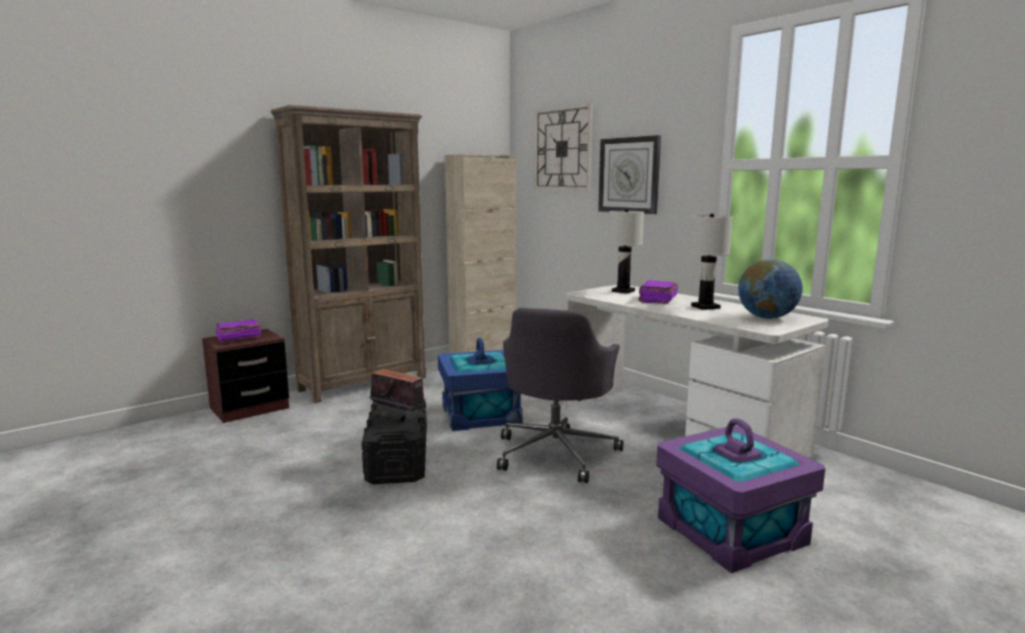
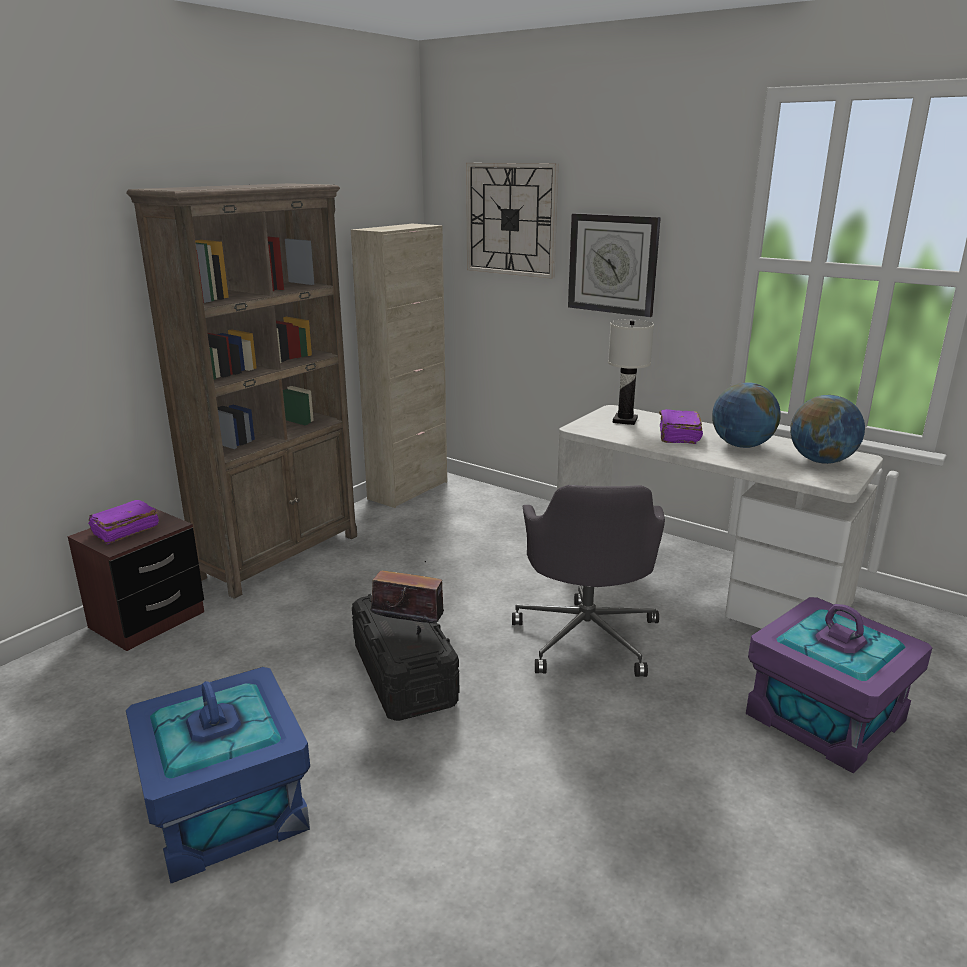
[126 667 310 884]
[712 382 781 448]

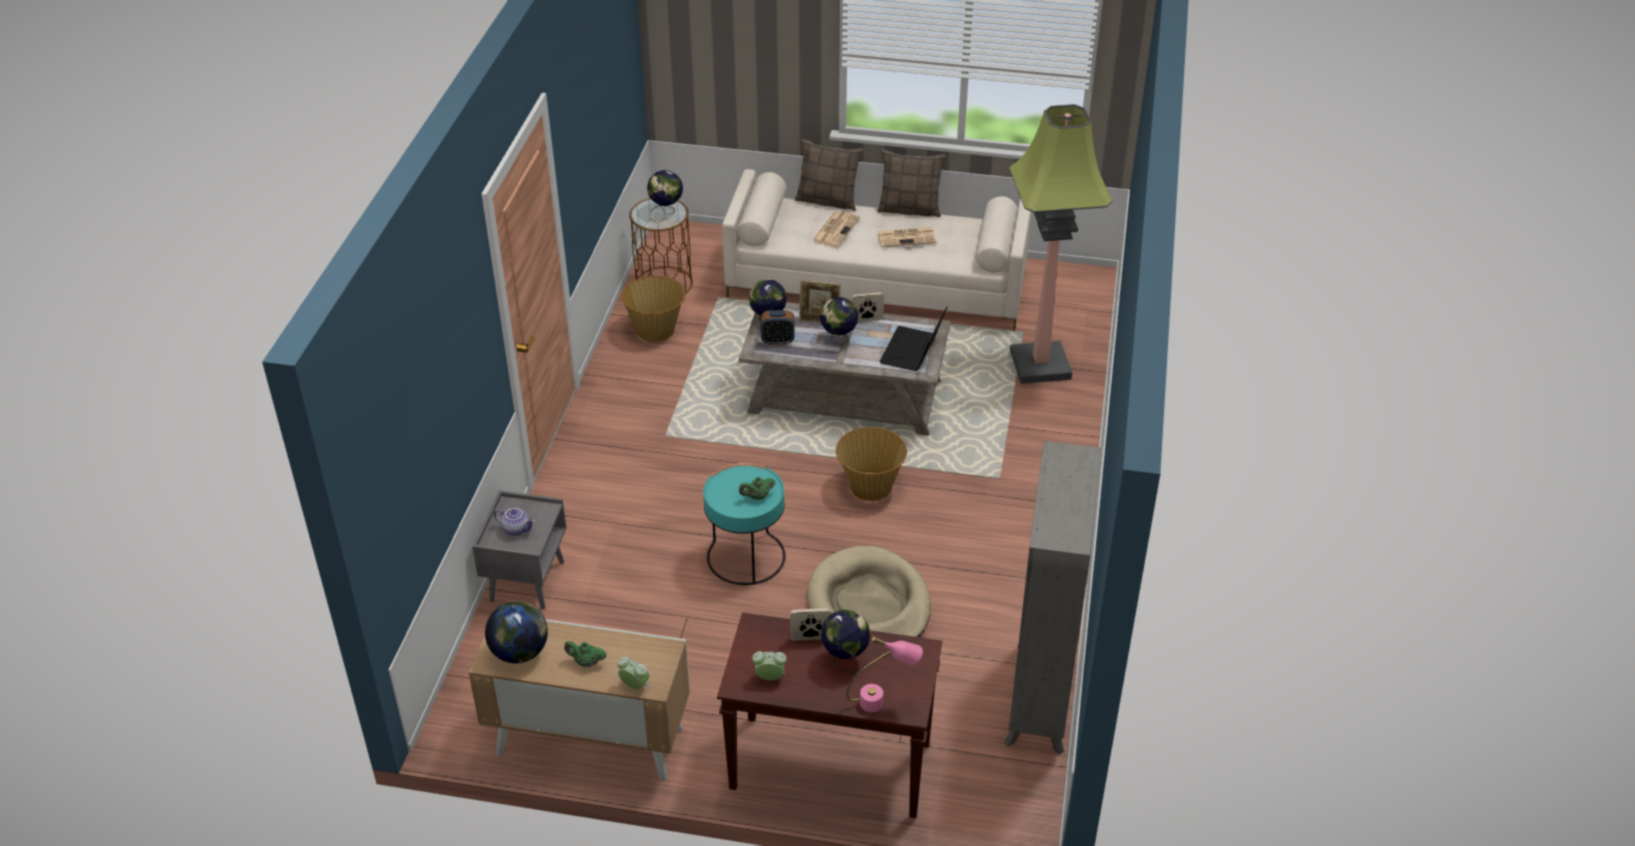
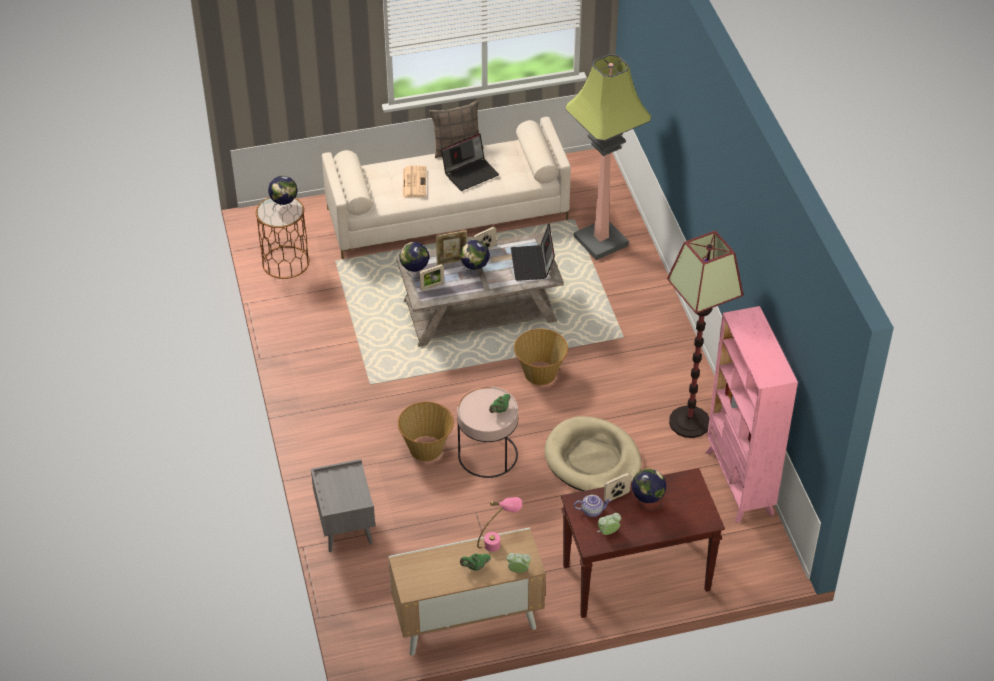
[485 601 548 663] (first image)
[795 139 863 211] (first image)
[667 231 744 438]
[574 495 611 517]
[398 402 454 461]
[477 497 522 552]
[419 264 444 291]
[441 134 499 191]
[457 386 518 478]
[705 306 798 523]

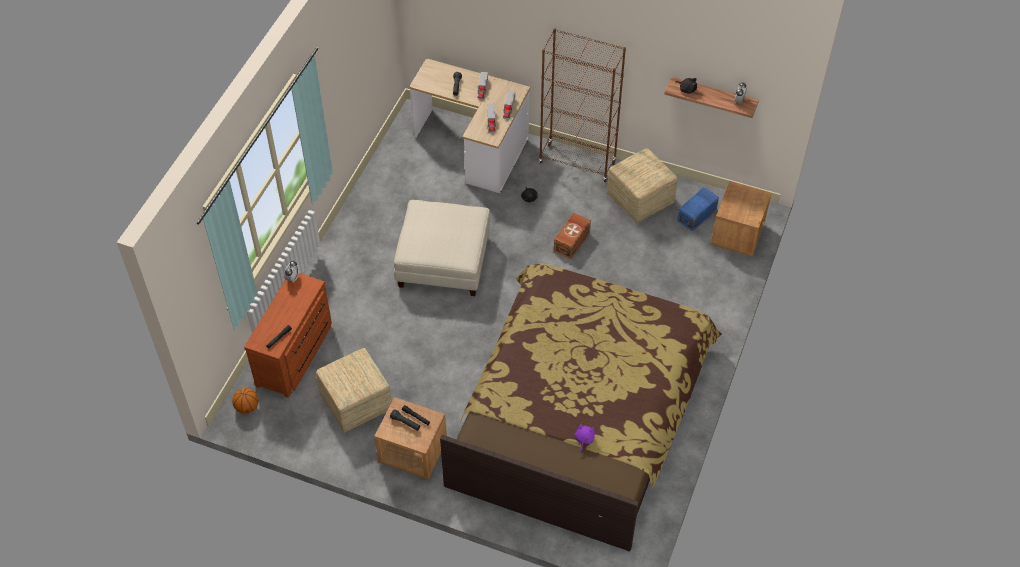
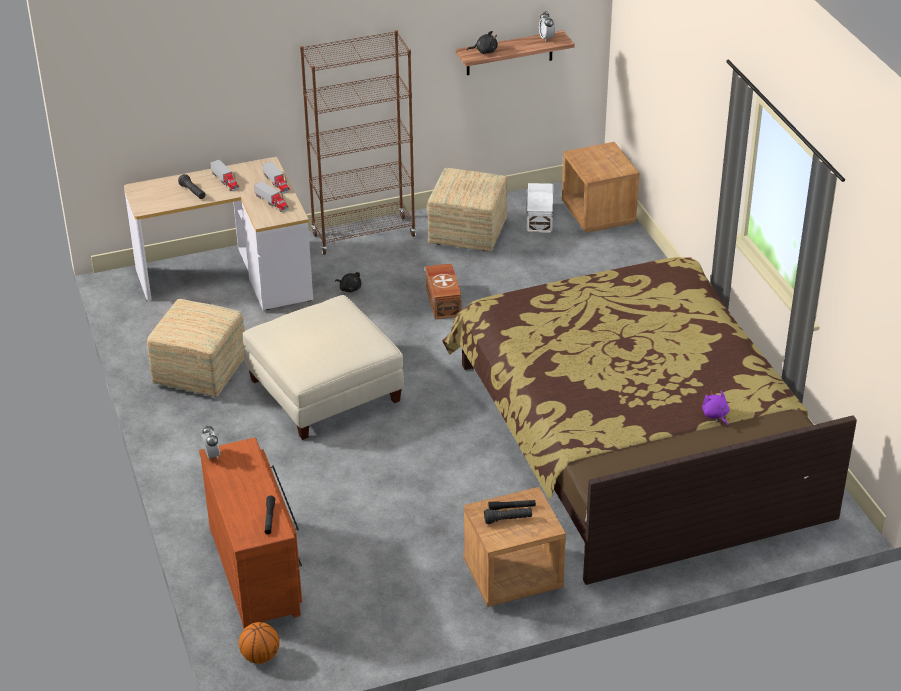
[147 299 245 397]
[527 183 553 233]

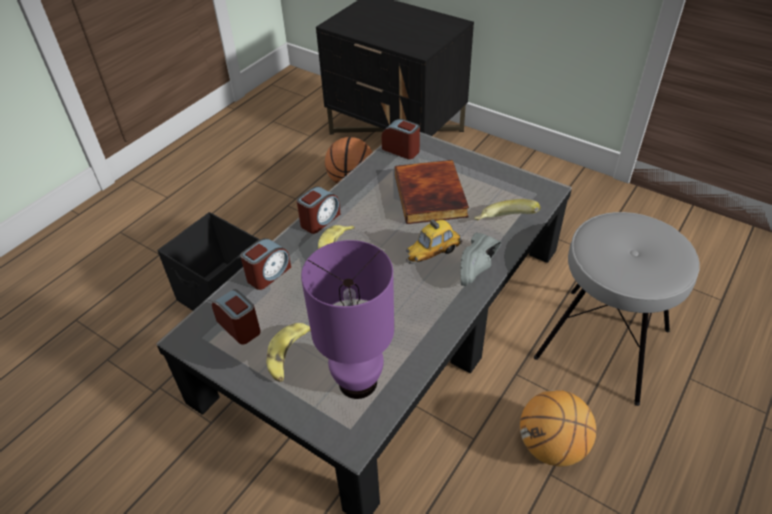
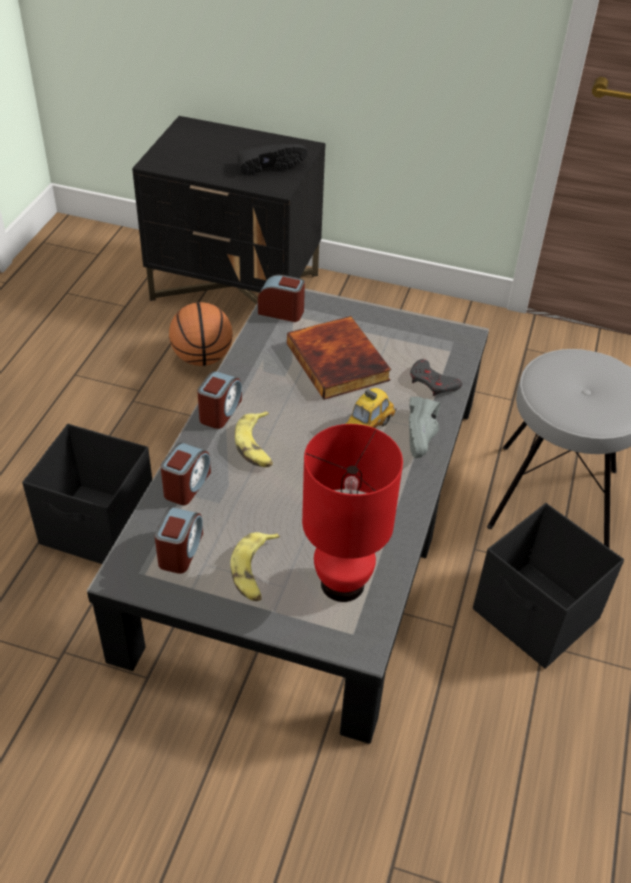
[237 144 308 175]
[410 359 462 396]
[473 503 624 669]
[302 424 403 602]
[154 507 203 574]

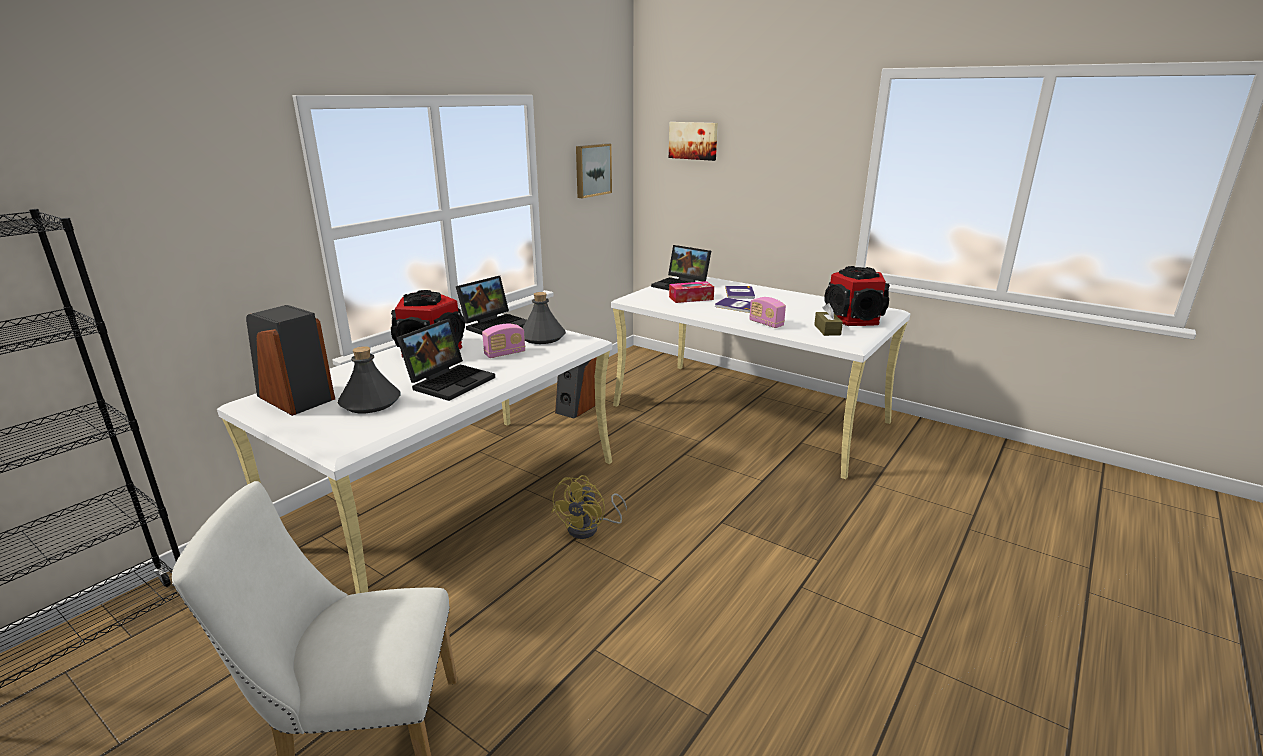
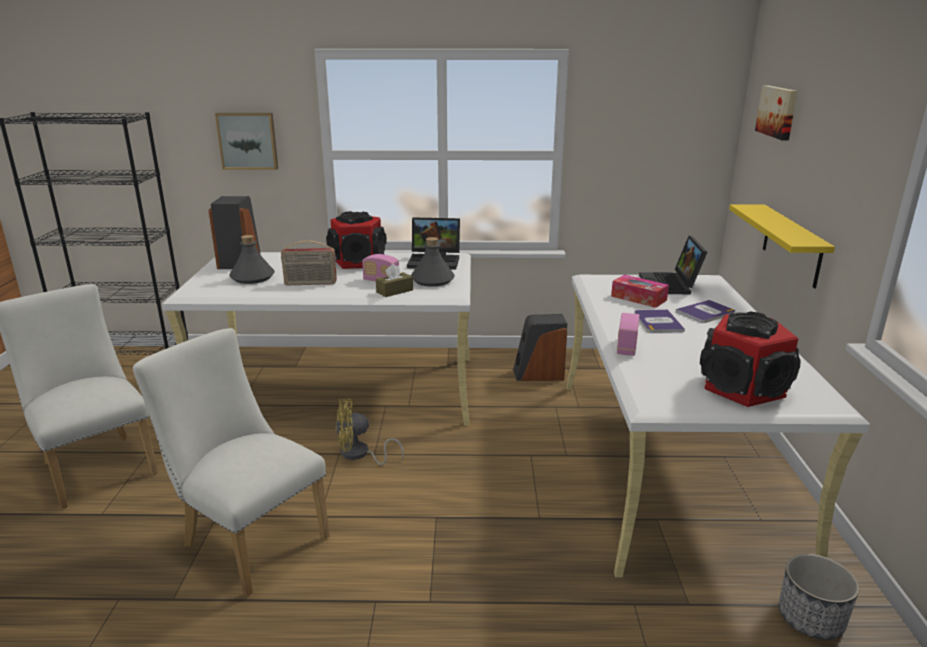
[133 328 330 597]
[729 205 835 288]
[779 554 859 640]
[215 113 278 170]
[376 264 413 297]
[281 241 337 285]

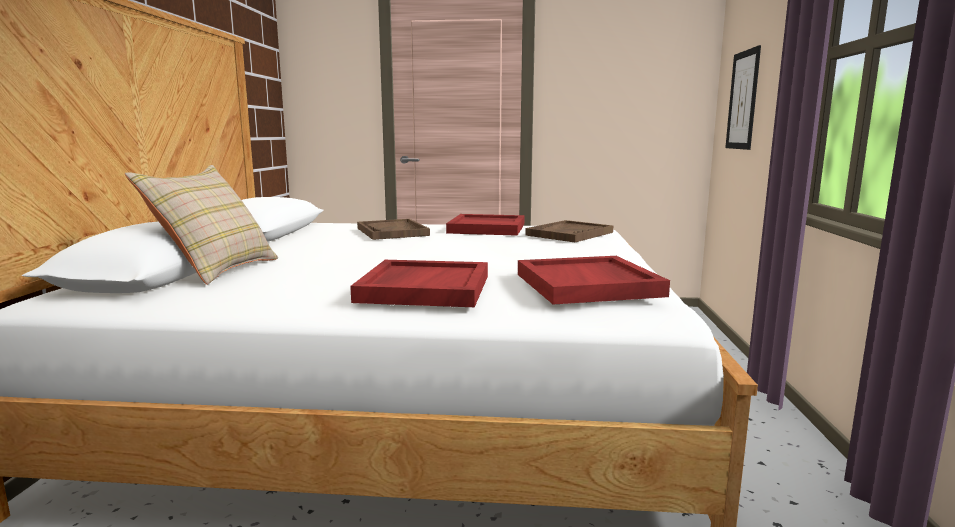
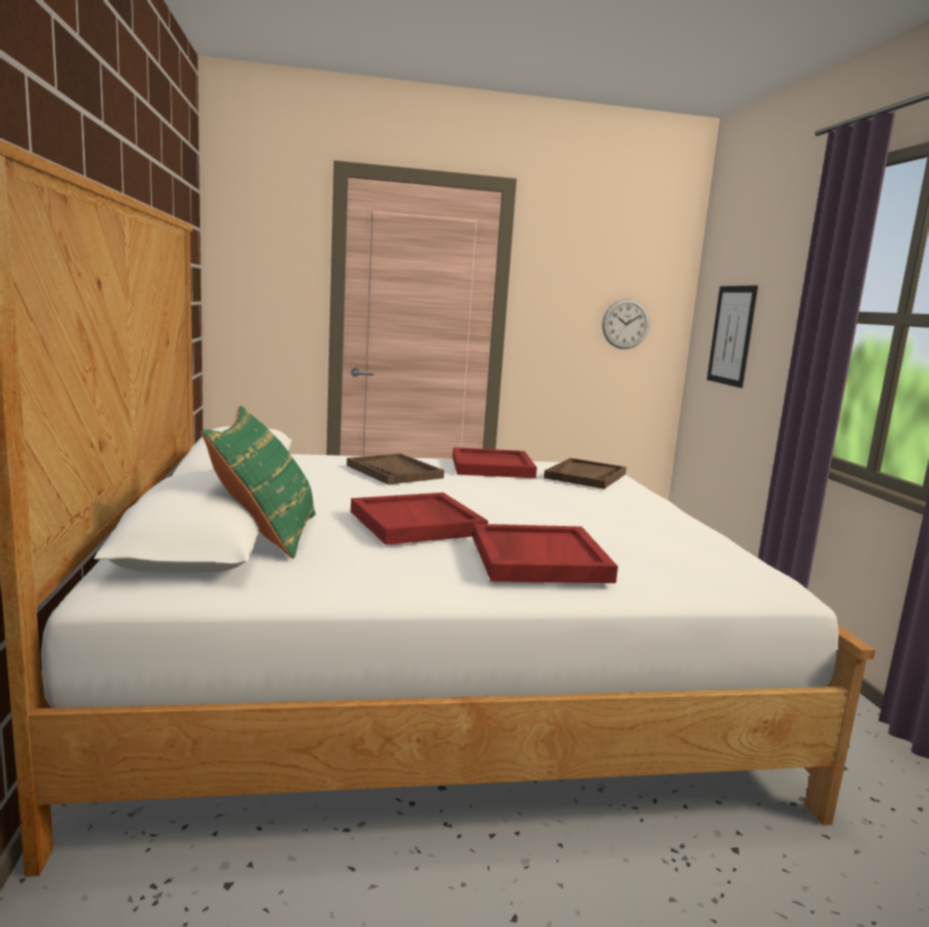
[602 299 649 349]
[351 492 488 545]
[201 406 316 559]

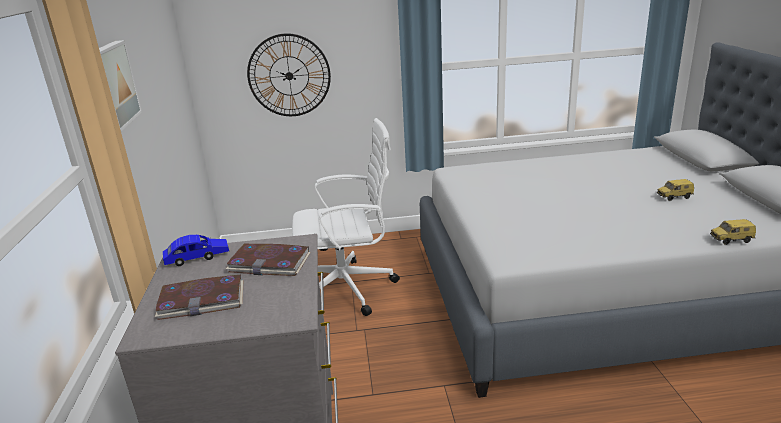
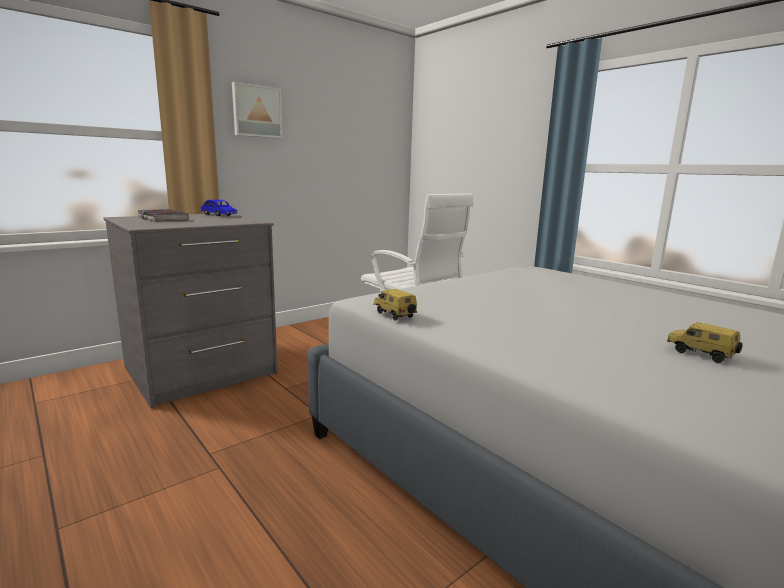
[226 244 311 276] (first image)
[247 33 331 116] (first image)
[373 289 417 321]

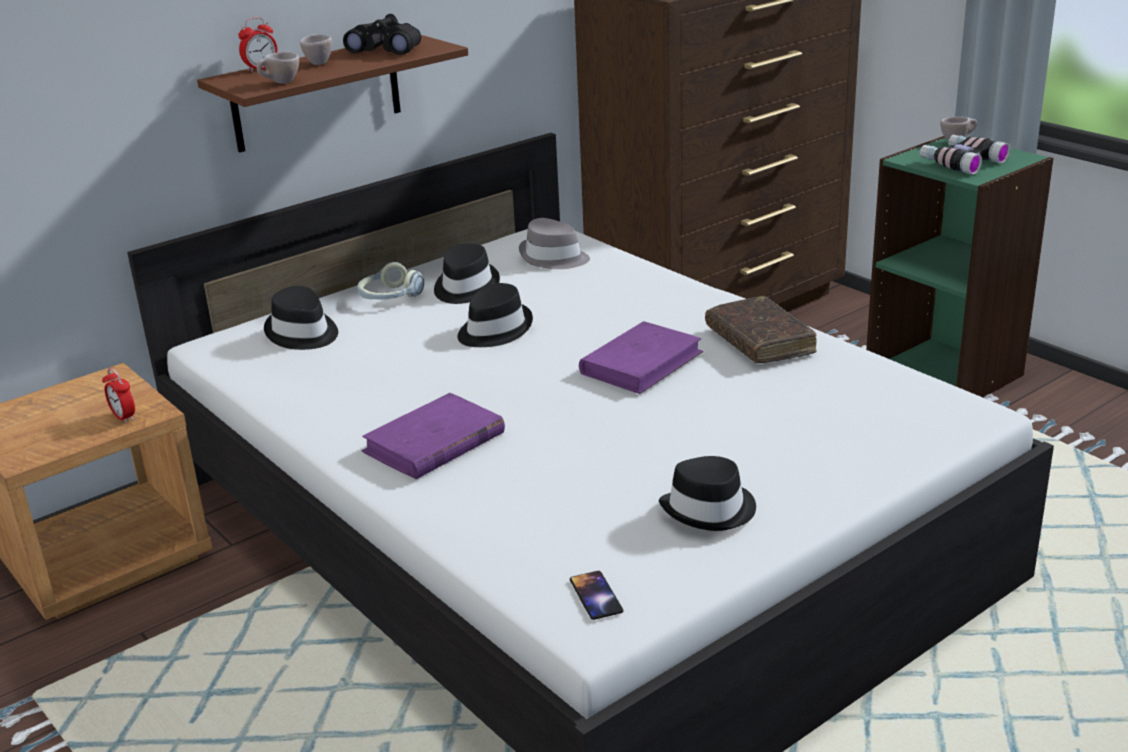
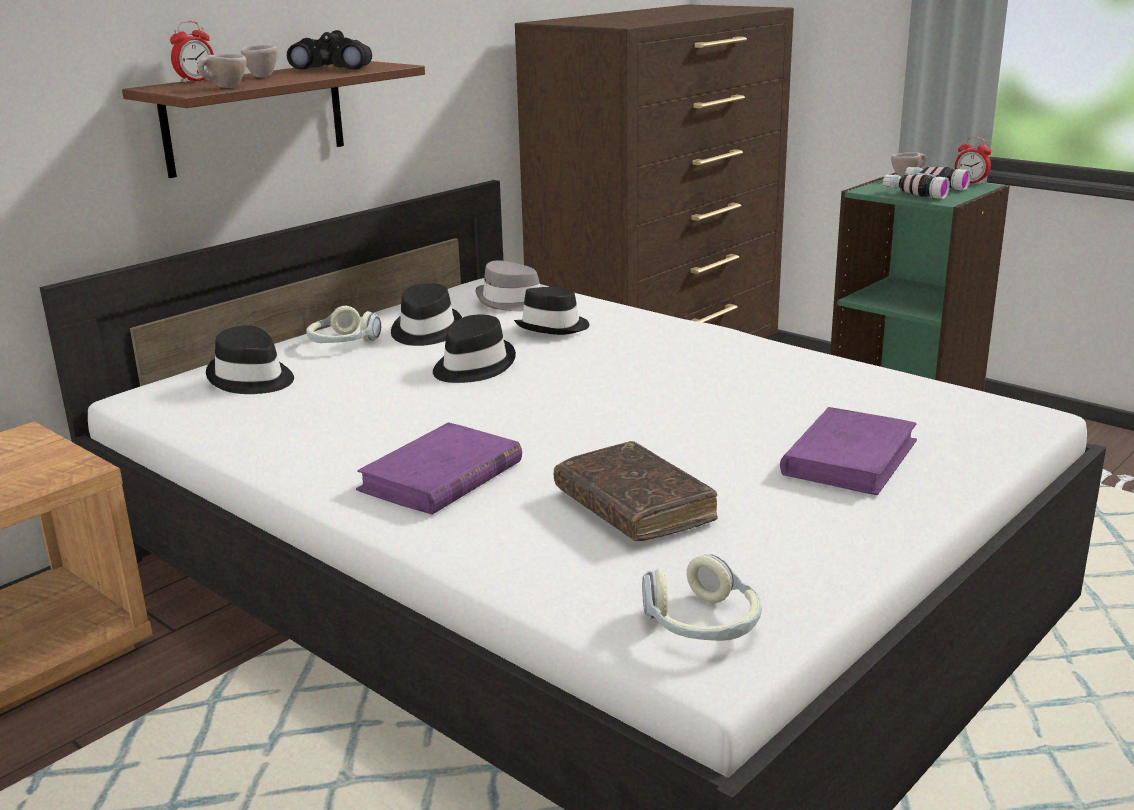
[955 137 991 185]
[780 407 917 495]
[514 287 589 335]
[554 441 718 541]
[642 554 762 641]

